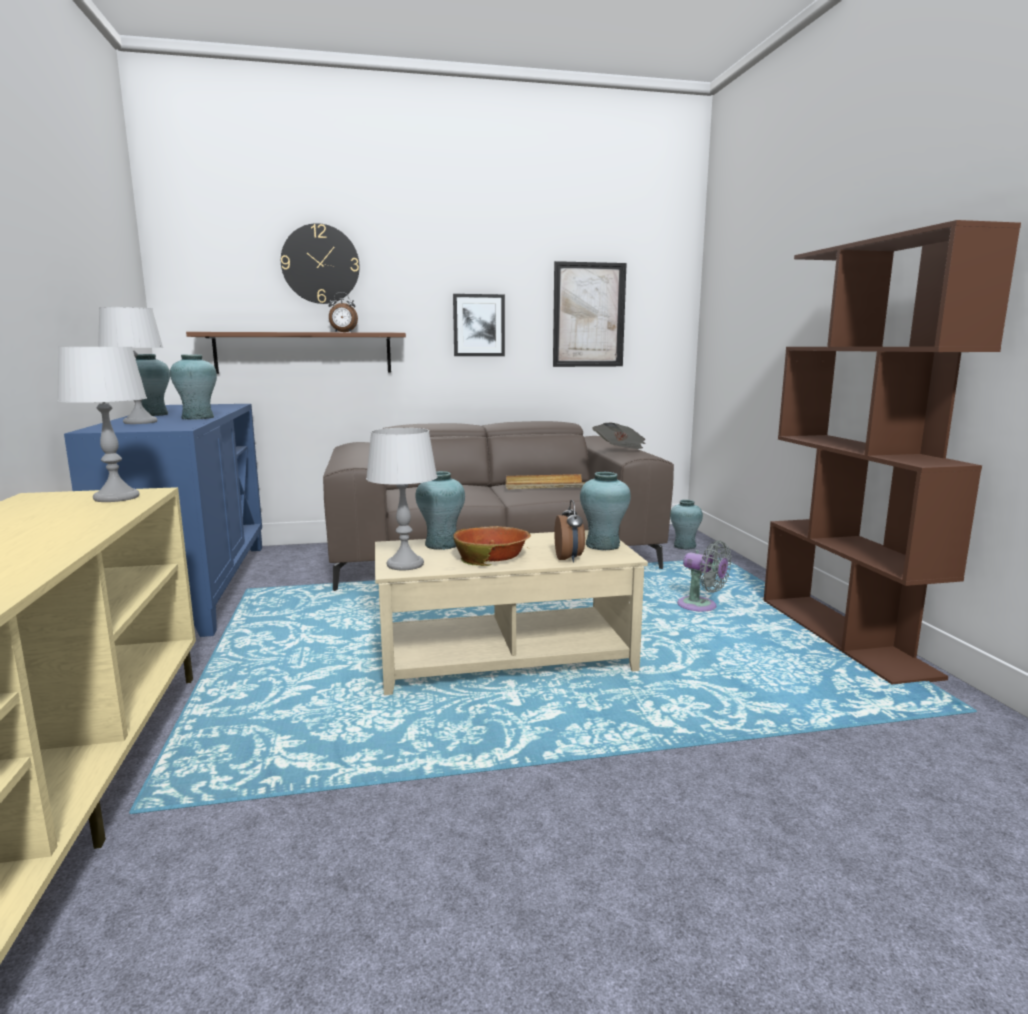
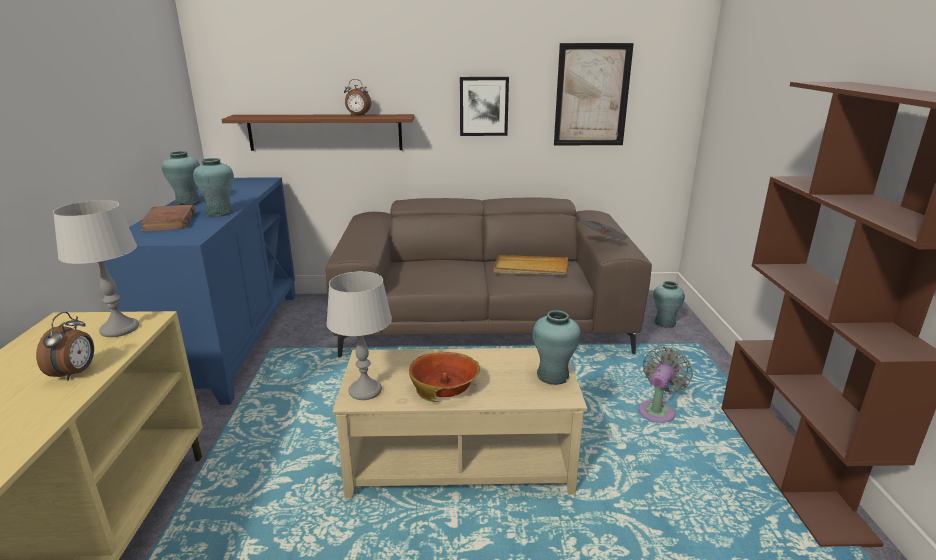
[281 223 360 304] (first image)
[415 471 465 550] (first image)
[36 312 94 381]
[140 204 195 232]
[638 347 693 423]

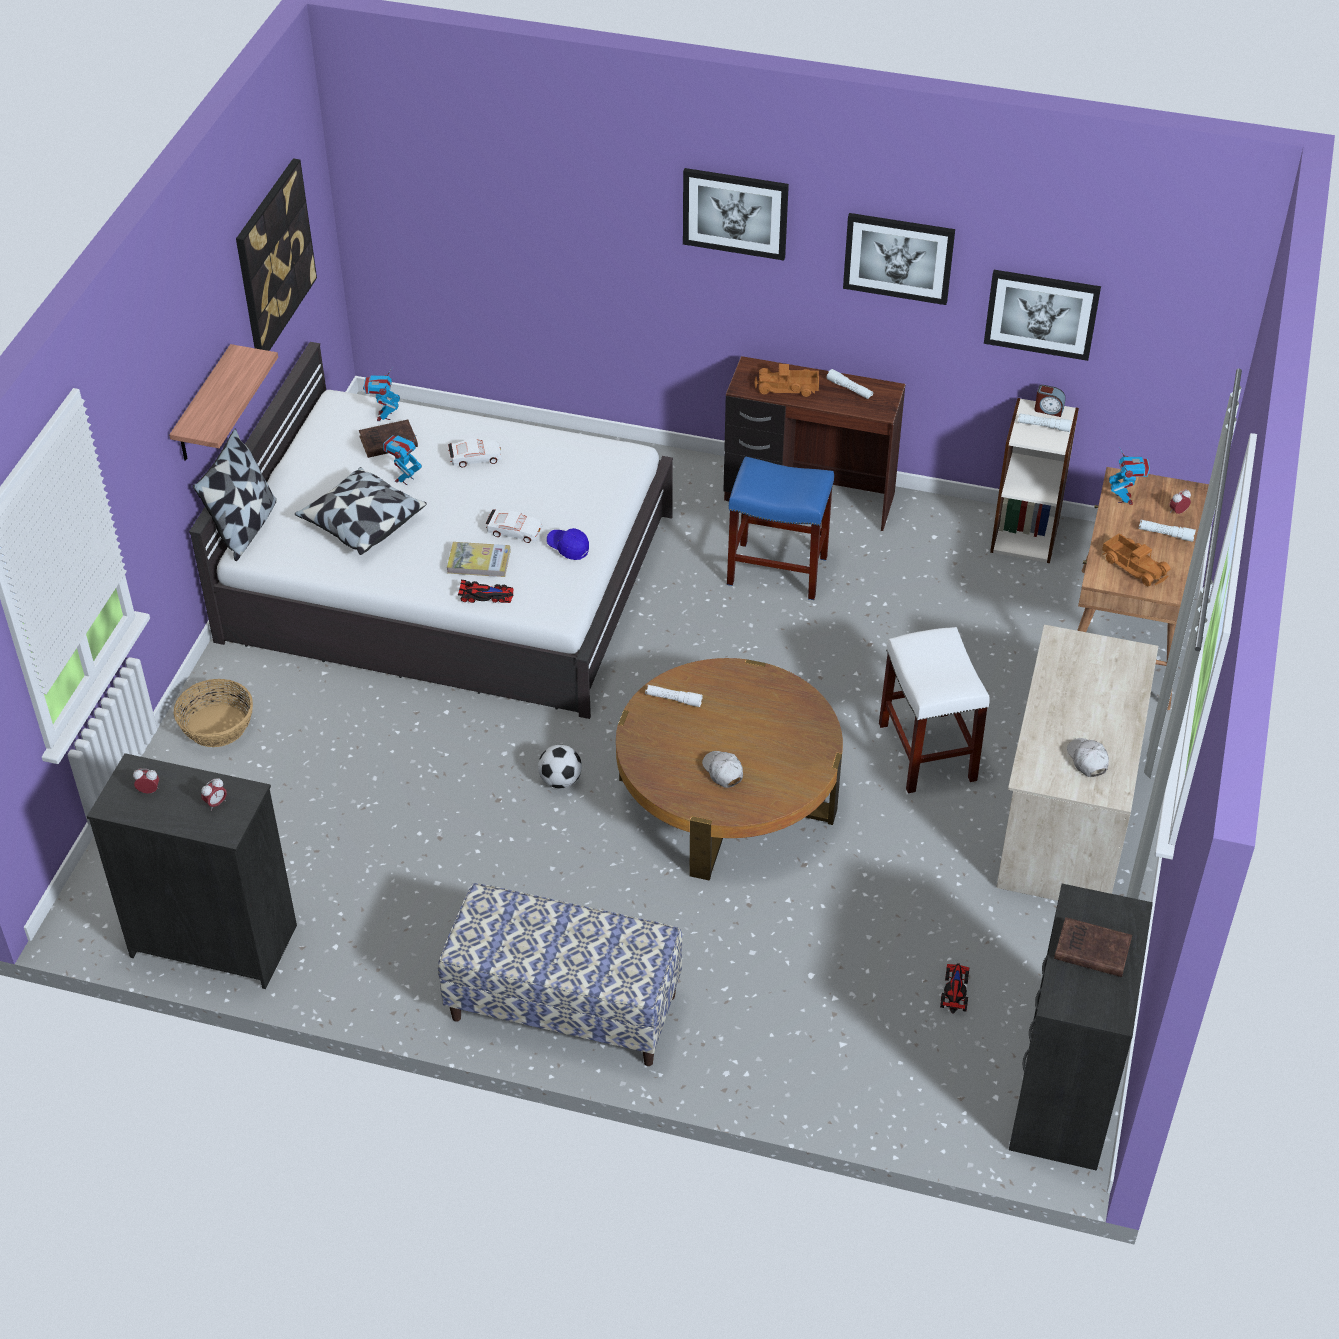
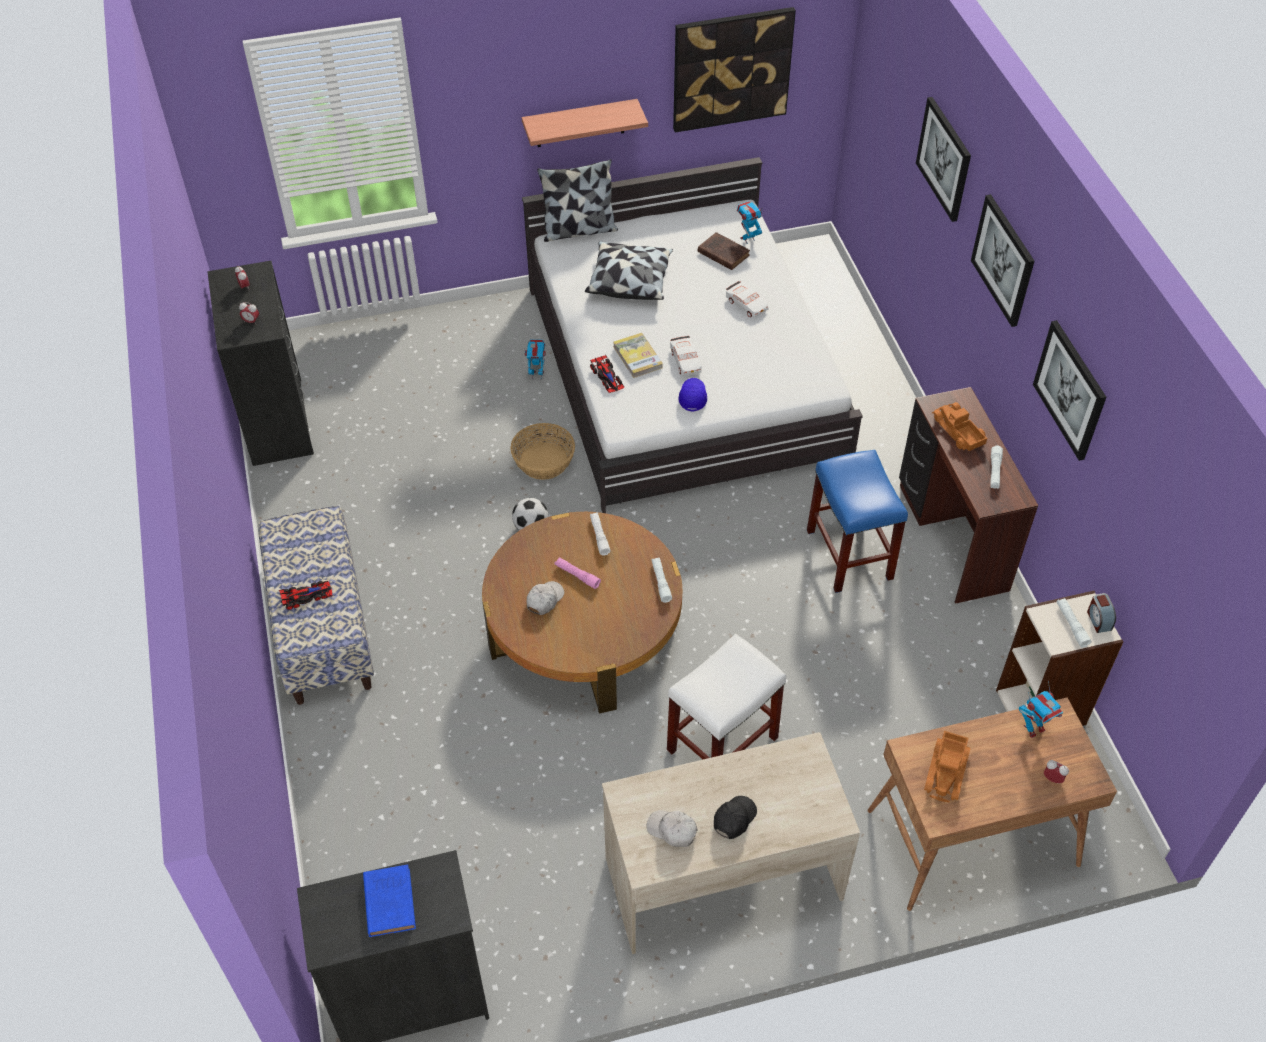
[554 557 601 589]
[714 796 757 839]
[510 423 575 480]
[525 339 545 379]
[279 581 332 610]
[916 97 971 222]
[651 558 672 603]
[363 865 416 937]
[646 810 698 847]

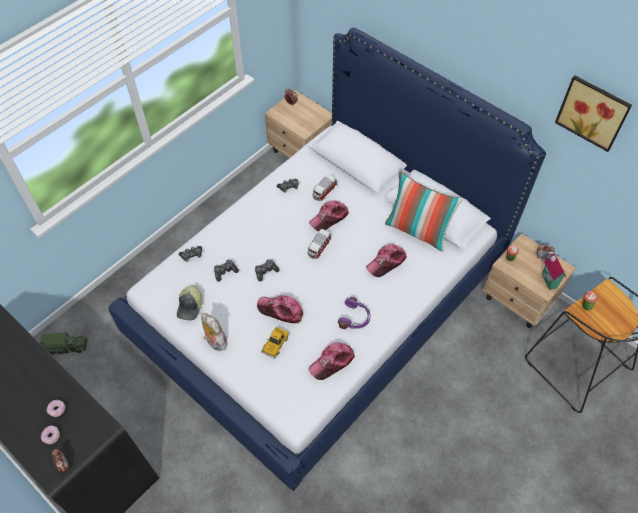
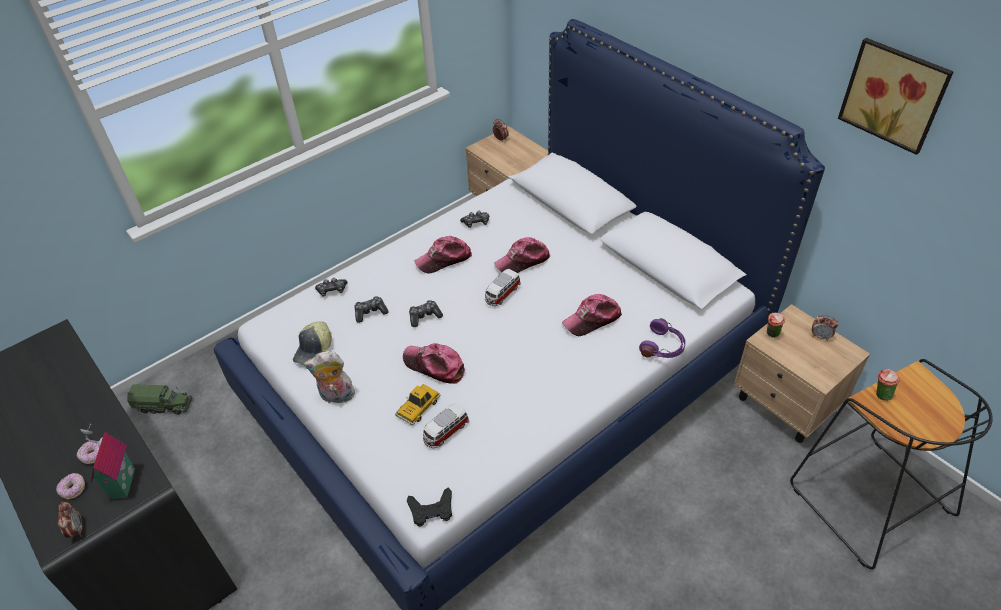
[385 171 463 252] (first image)
[407 488 452 527]
[414 236 472 274]
[423 403 469 448]
[639 318 686 358]
[80 424 135 499]
[304 351 355 406]

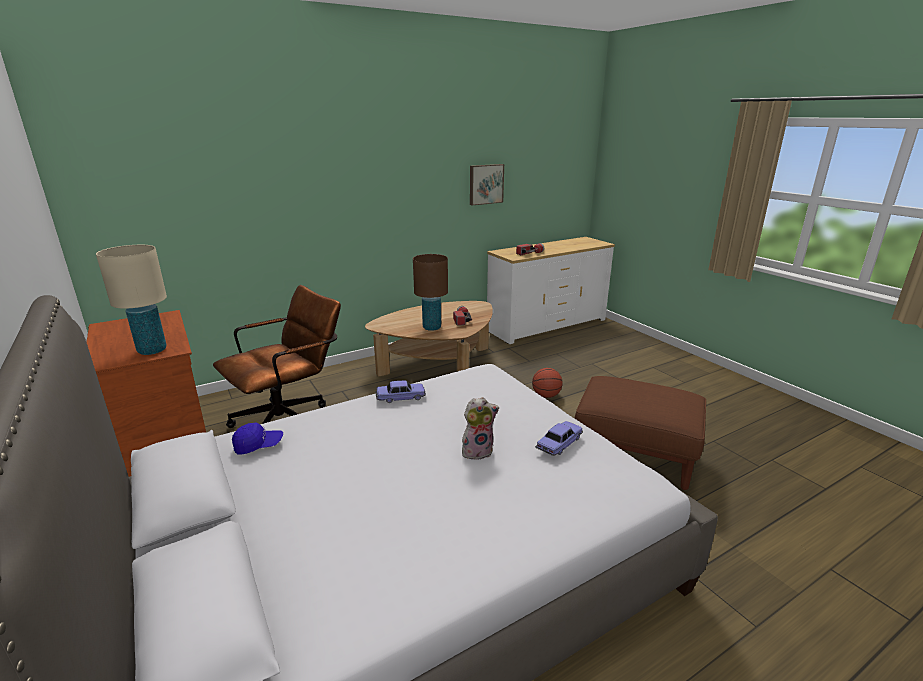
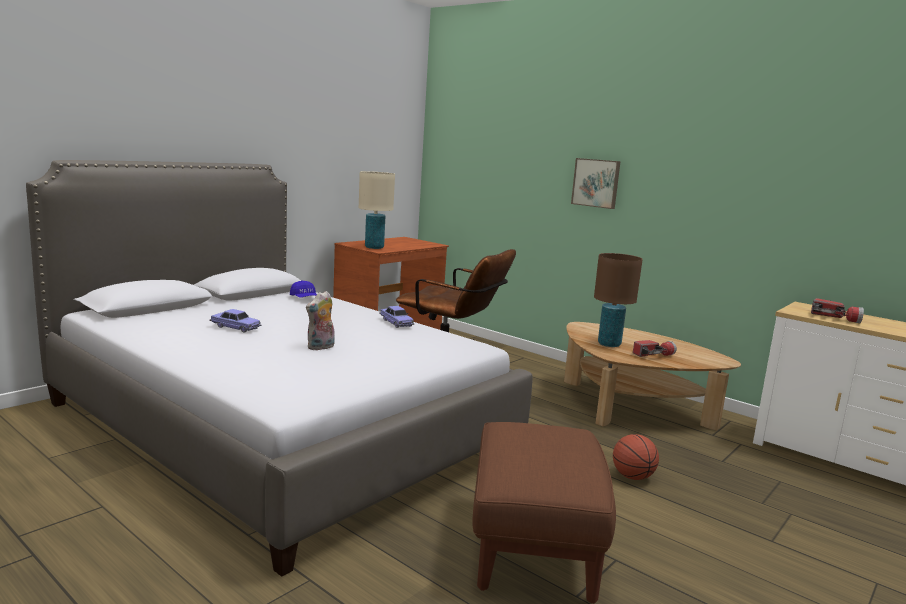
[571 158 621 209]
[209 309 261 333]
[306 291 335 350]

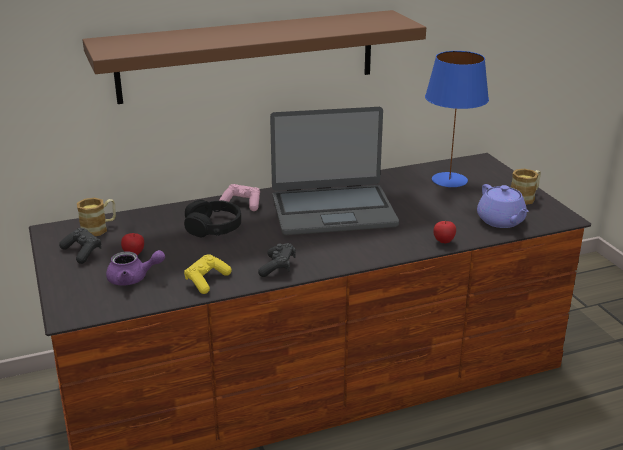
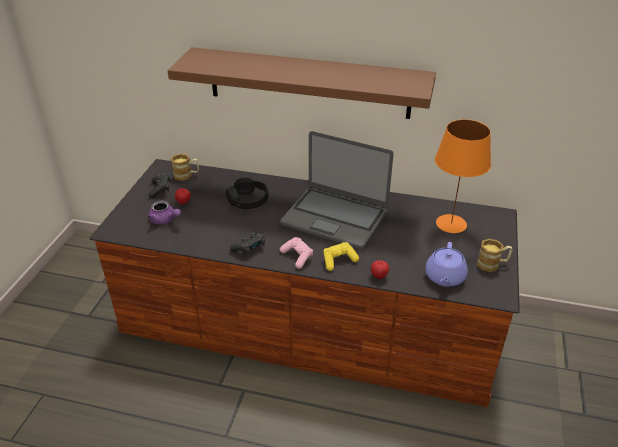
[323 242 359 271]
[280 237 313 269]
[435 119 491 233]

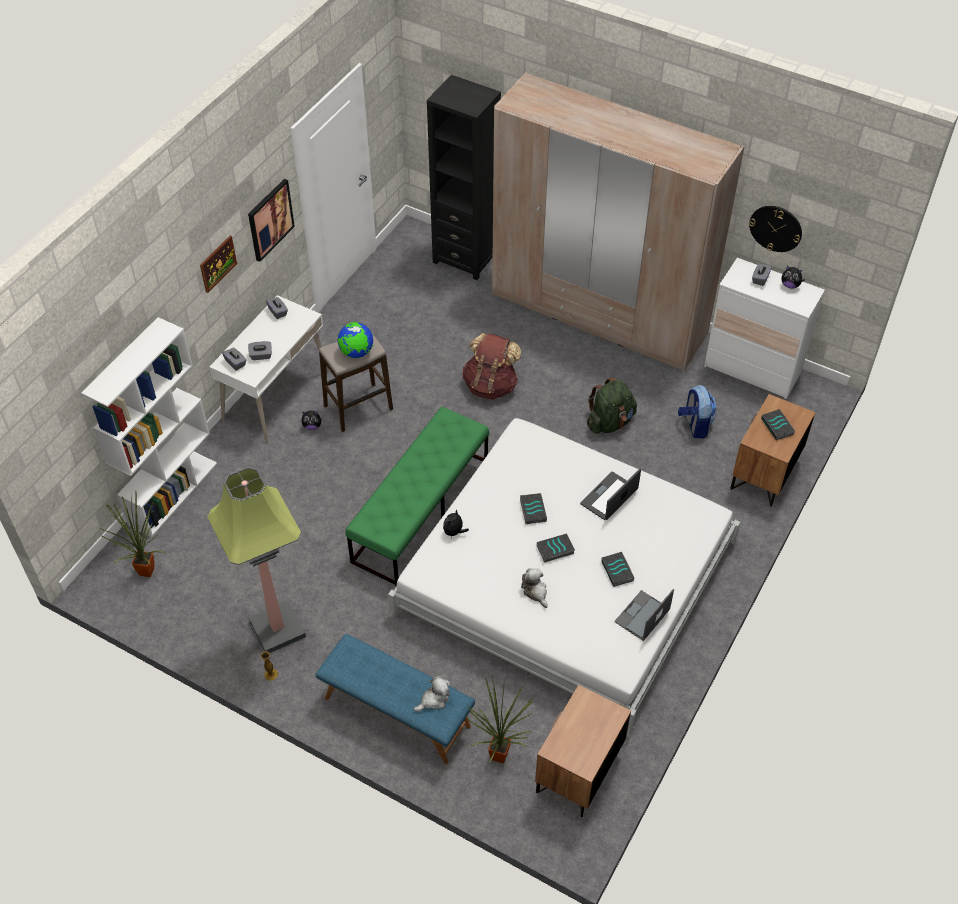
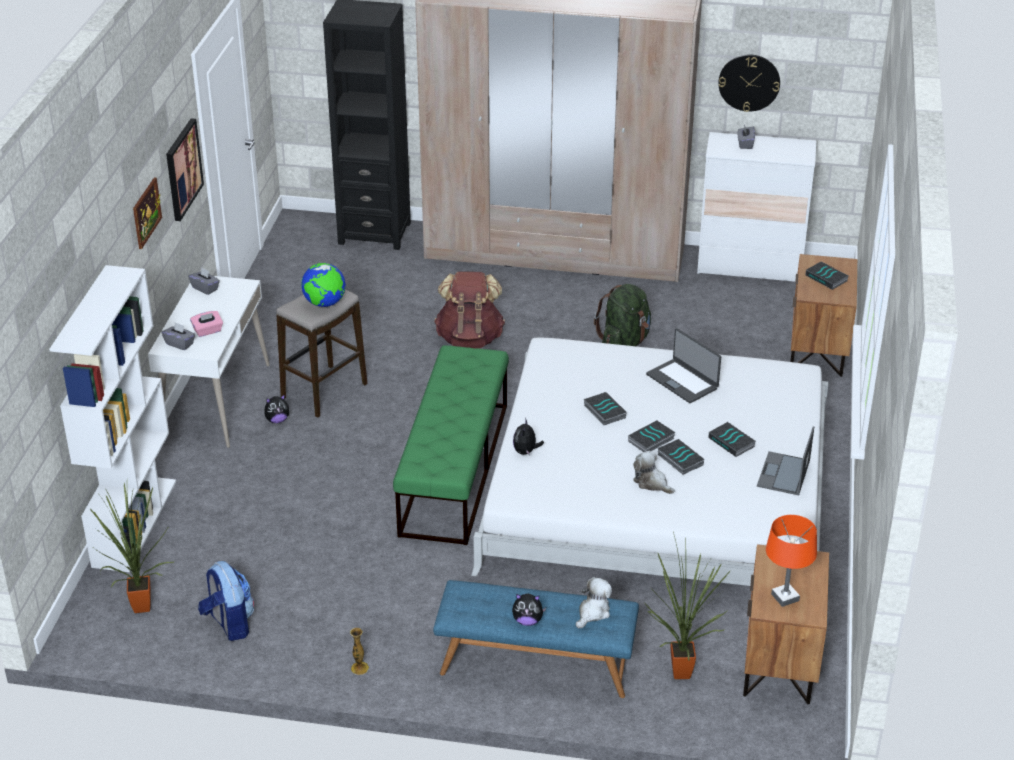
[207 467 306 653] (first image)
[658 439 704 475]
[766 515 817 607]
[198 561 254 641]
[512 594 546 626]
[190 311 223 337]
[646 328 721 403]

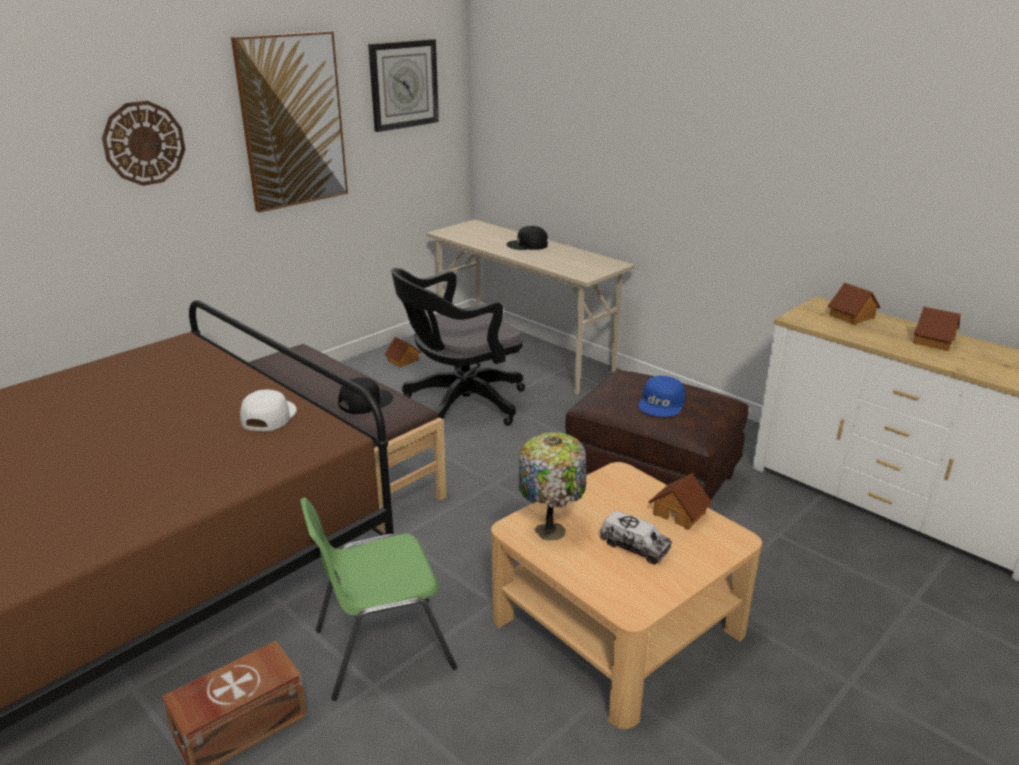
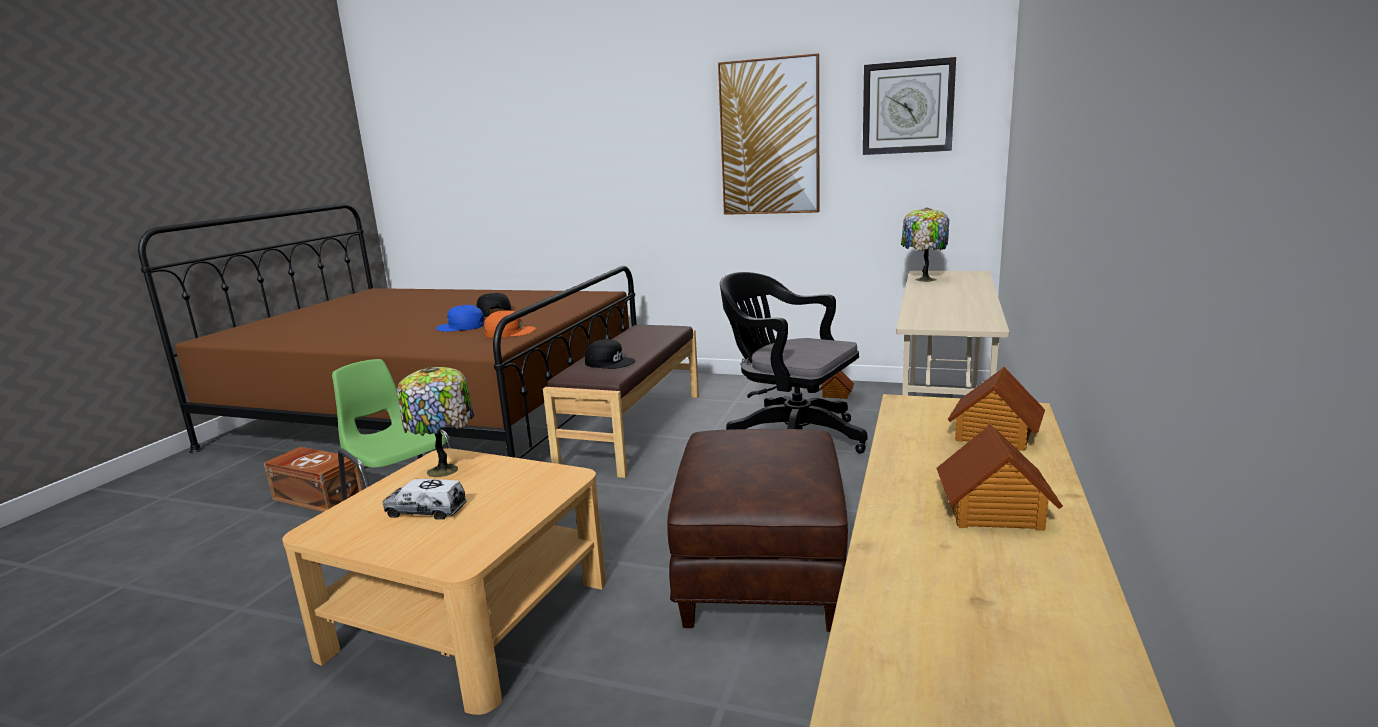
[102 101 185 186] (first image)
[649 473 712 530] (first image)
[901 208 949 282]
[476 293 511 317]
[436 305 485 332]
[484 311 536 338]
[383 479 467 520]

